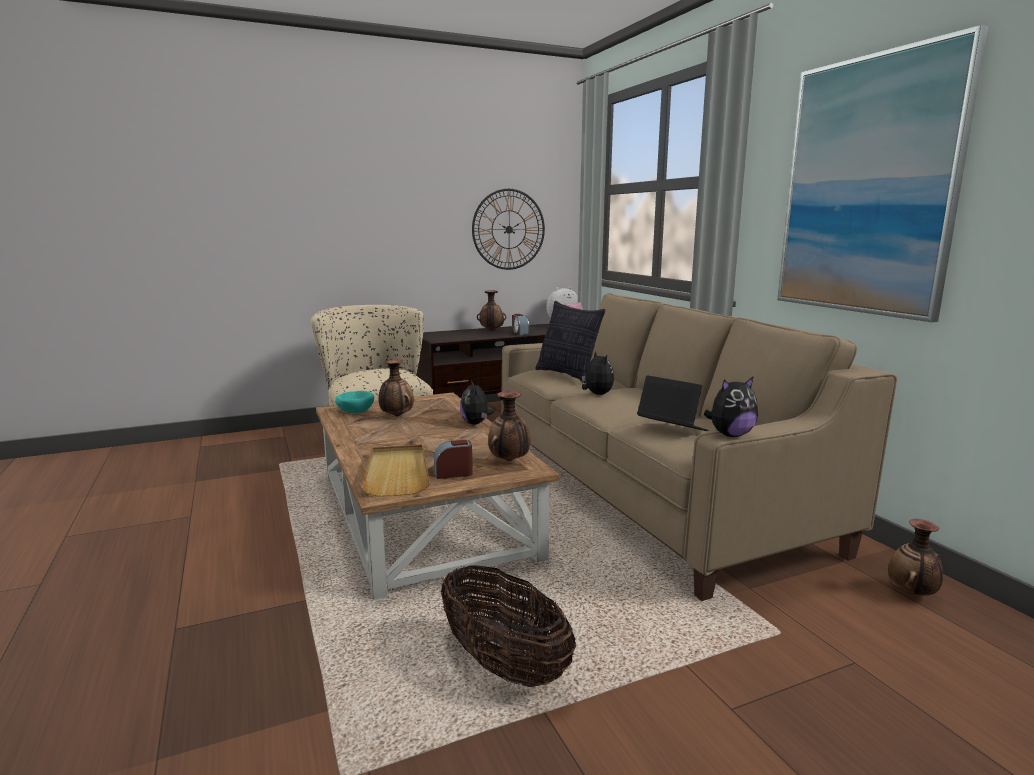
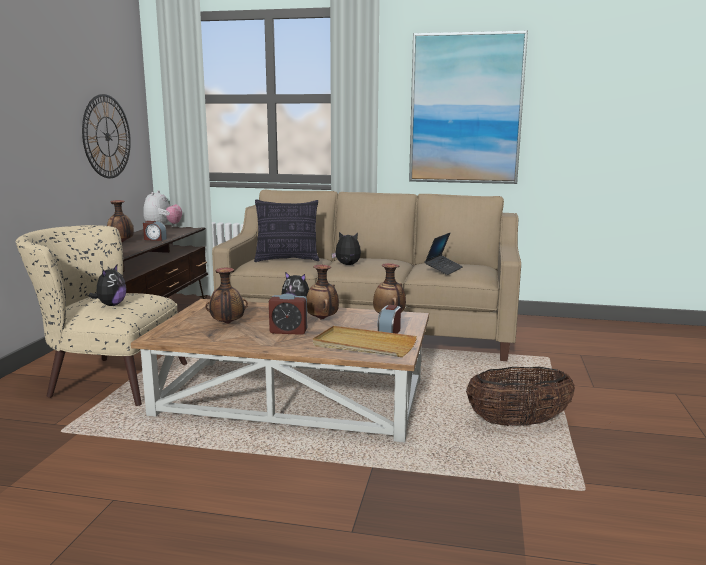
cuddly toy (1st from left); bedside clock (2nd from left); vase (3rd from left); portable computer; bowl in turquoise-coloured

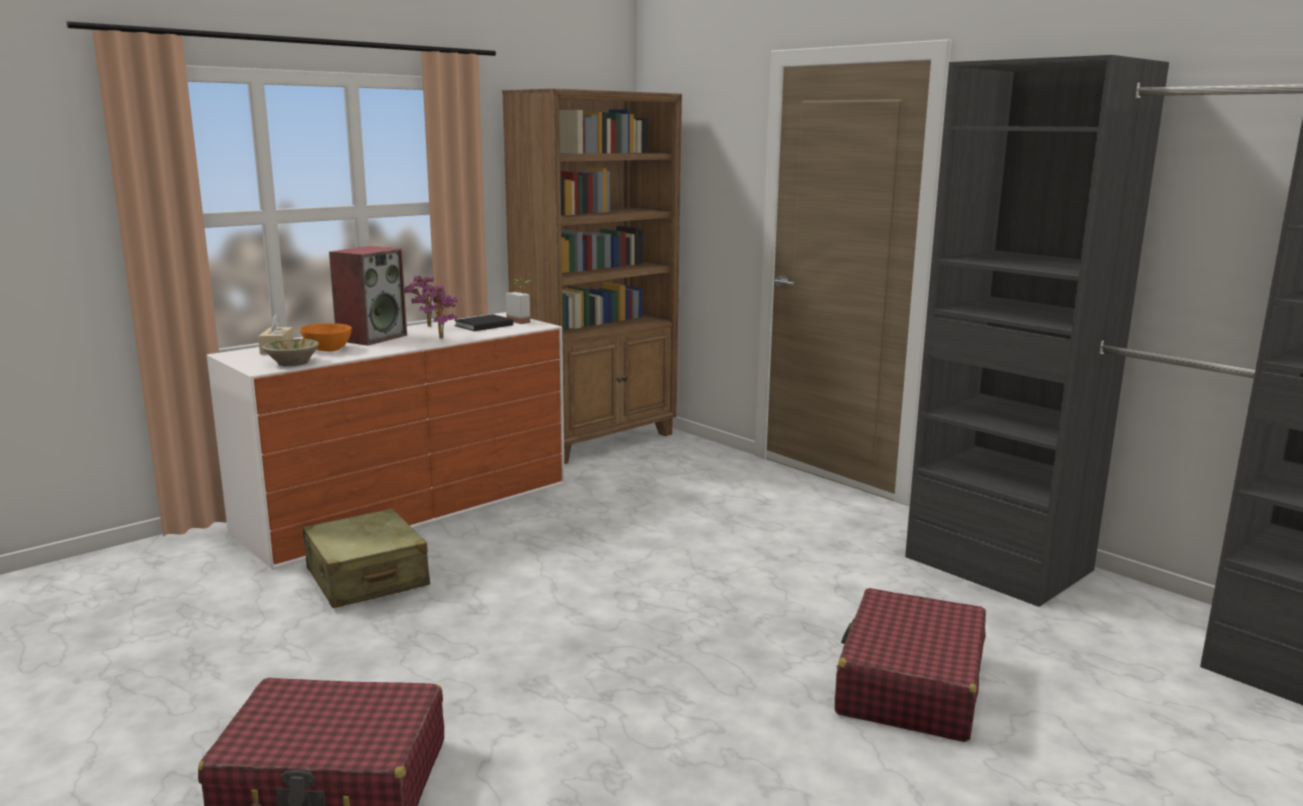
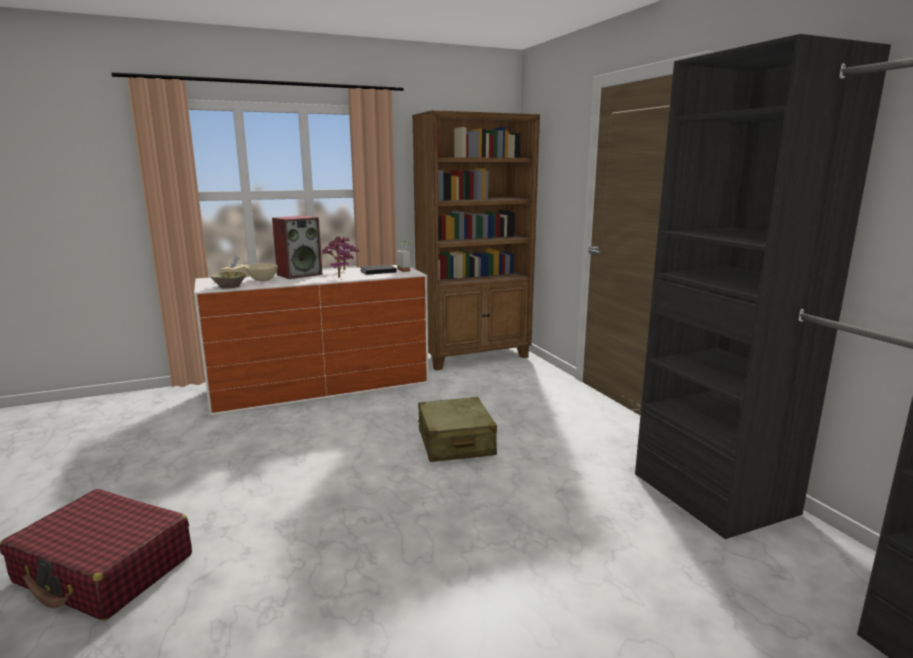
bowl in sand-coloured (2nd from left); piece of luggage in sand-coloured; piece of luggage in red-coloured (2nd from left in the first image)

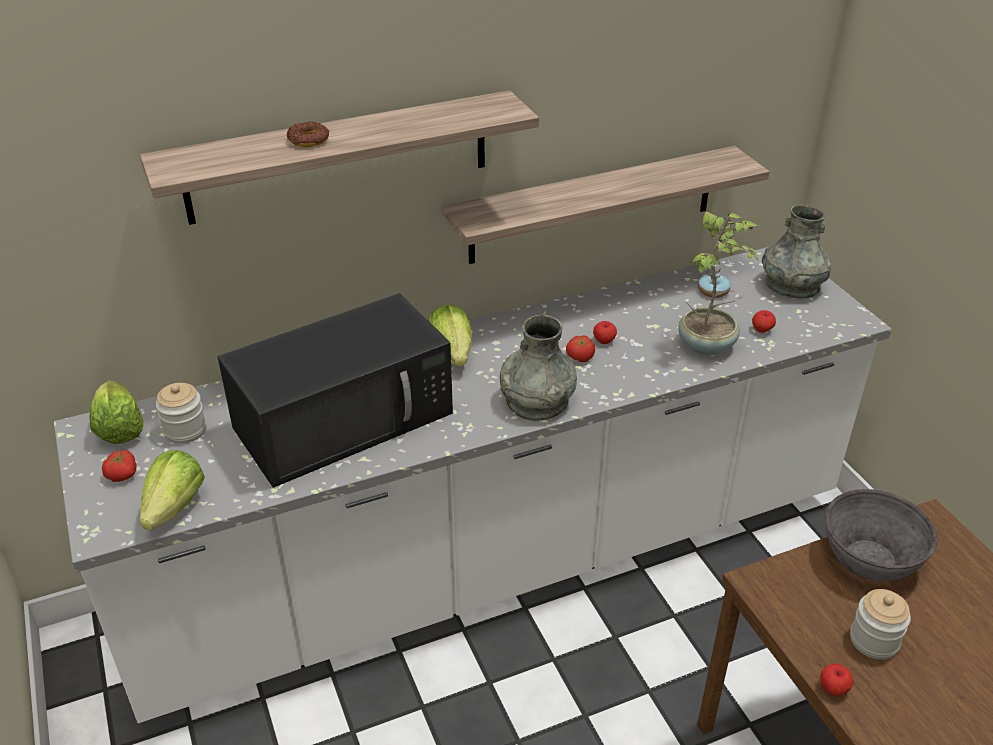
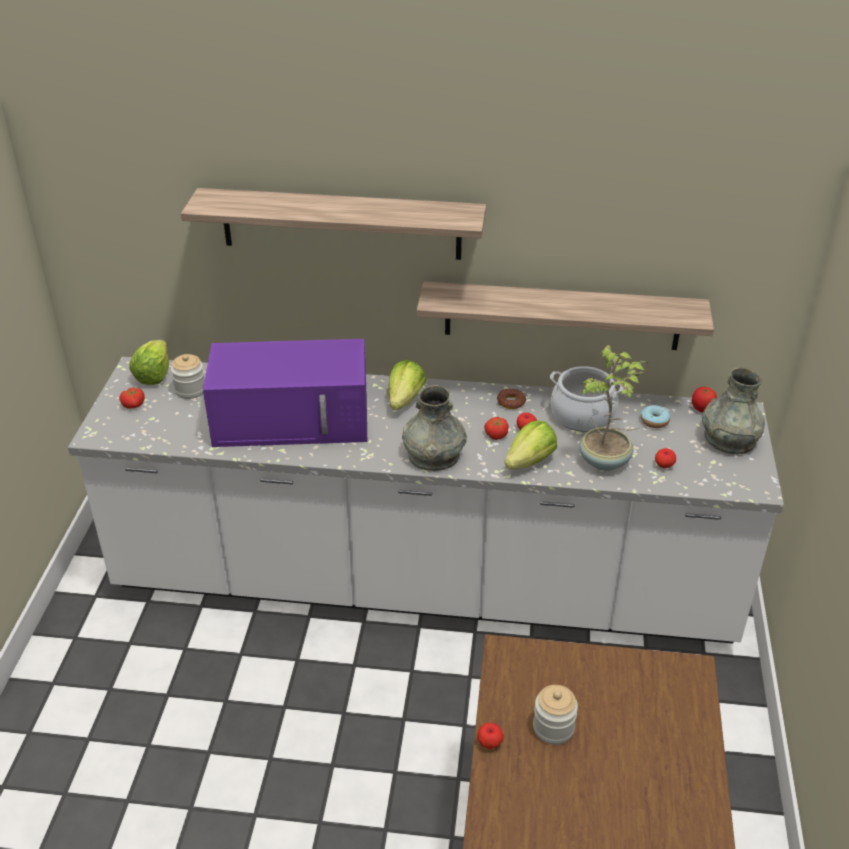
kitchen microwave in purple; ring doughnut (1st from left); lettuce (3rd from left); cooking pot; whole tomato (3rd from left); bowl in gray

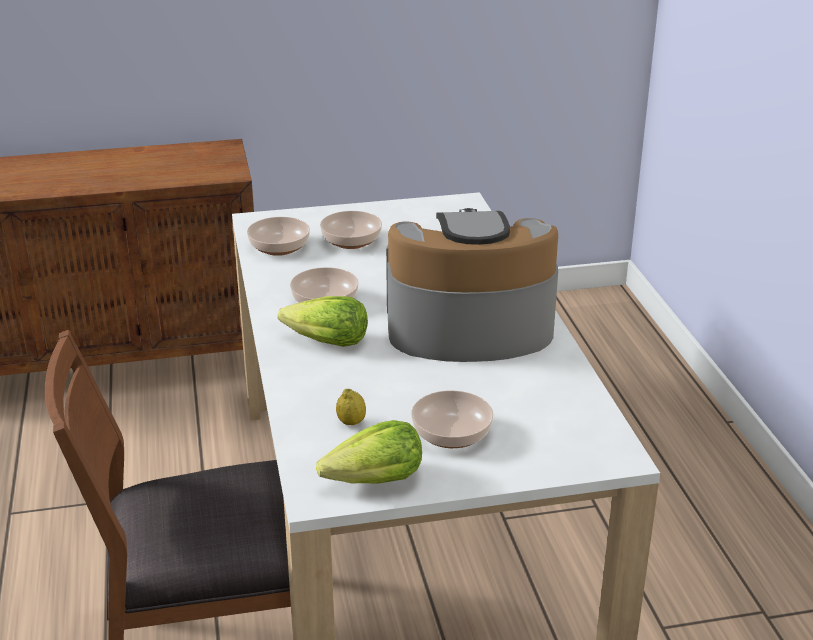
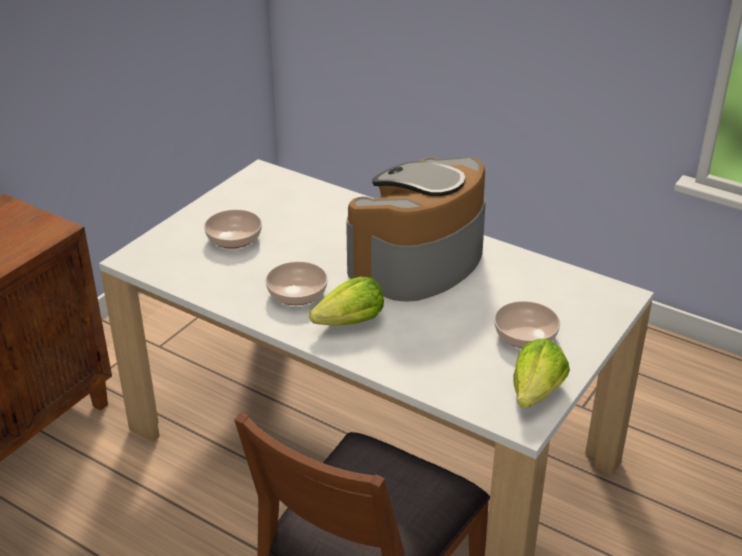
bowl (1st from left in the first image); whole lemon

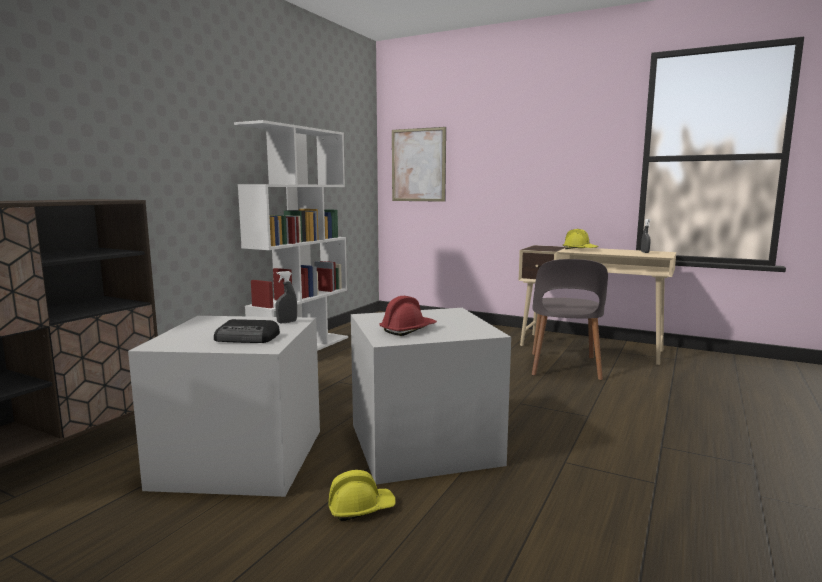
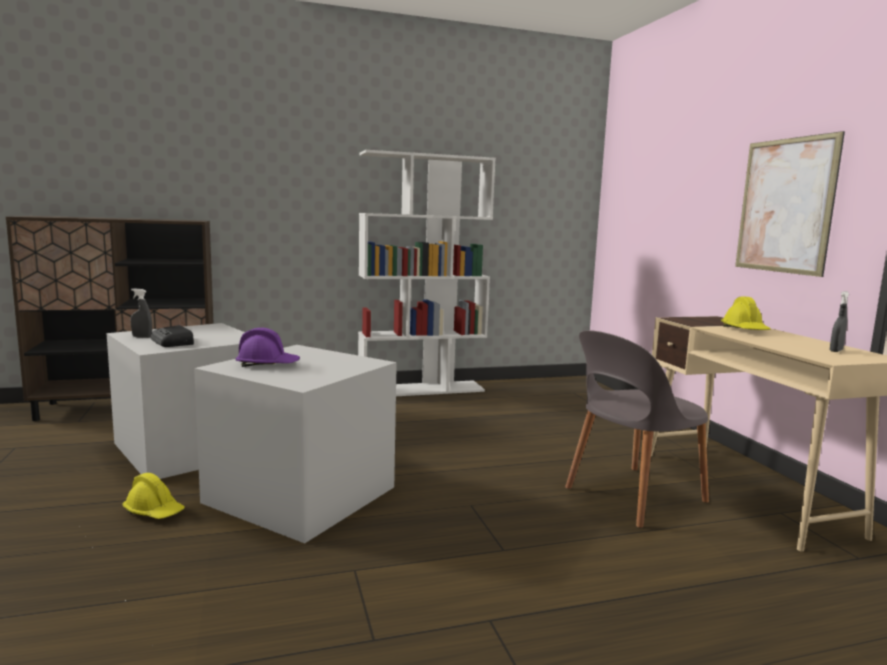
sprayer in gray (1st from left); safety helmet in purple; wall art

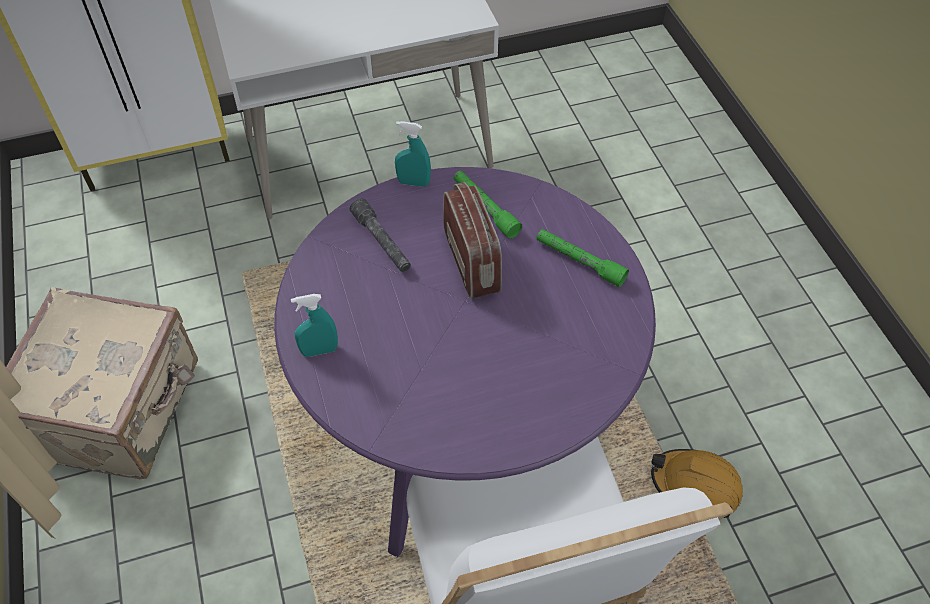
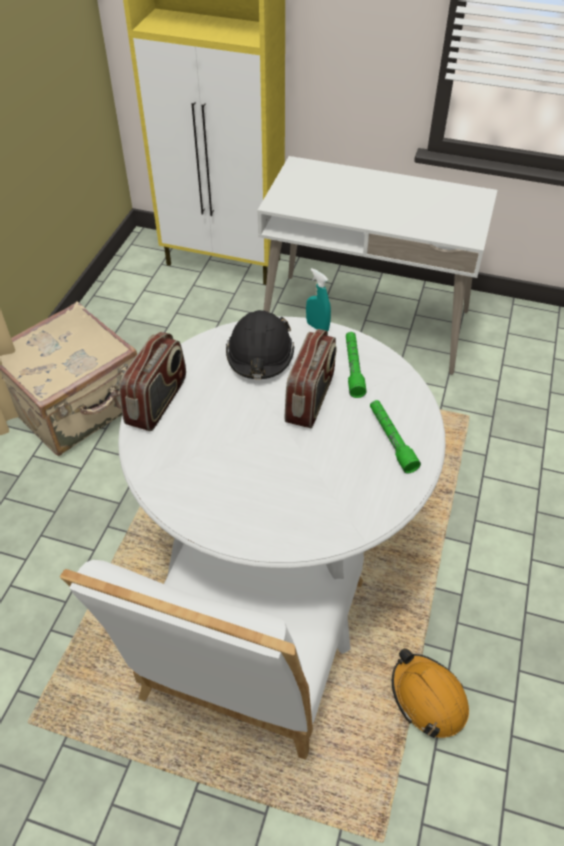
kitchen table in white; radio (1st from left); safety helmet in black

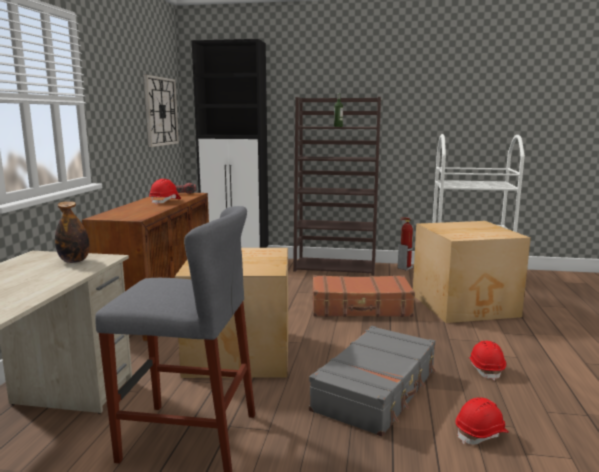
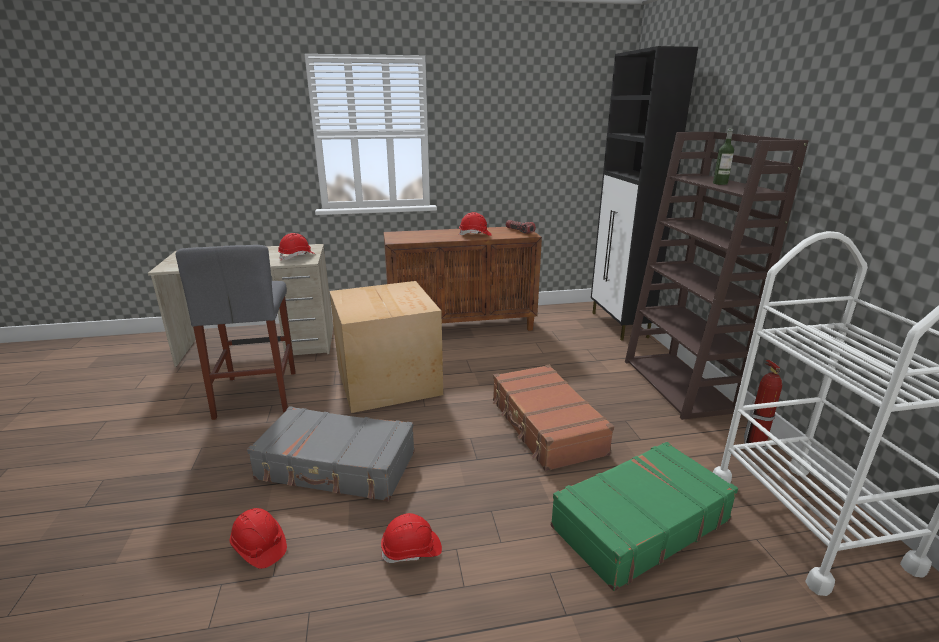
safety helmet in red-coloured (2nd from left); piece of luggage in green-coloured; hanging clock

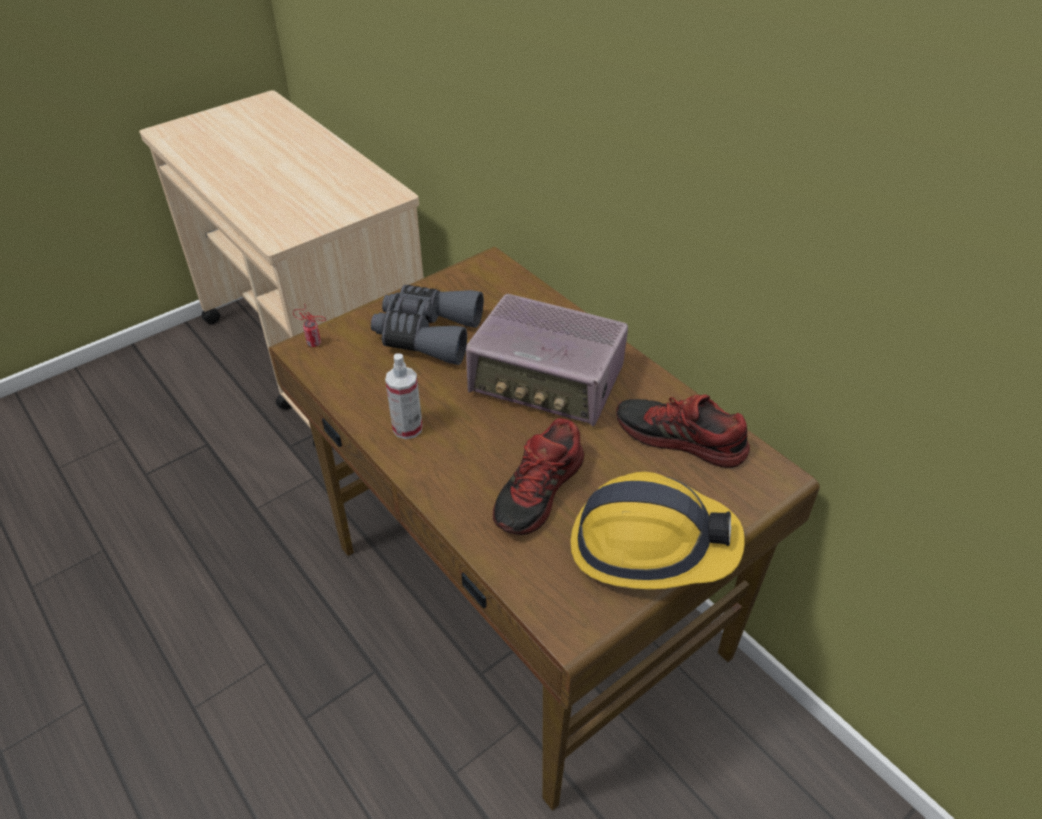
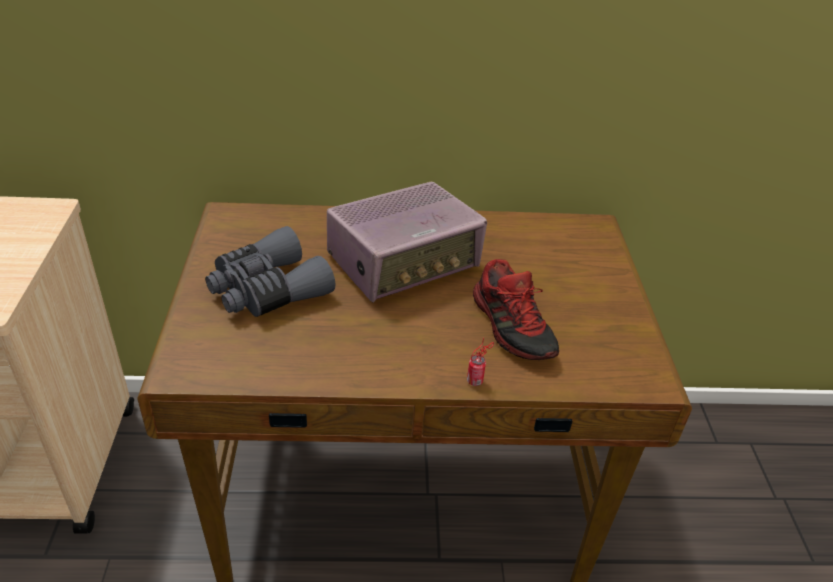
metal can; sprayer; safety helmet; item of footwear (2nd from left in the first image)

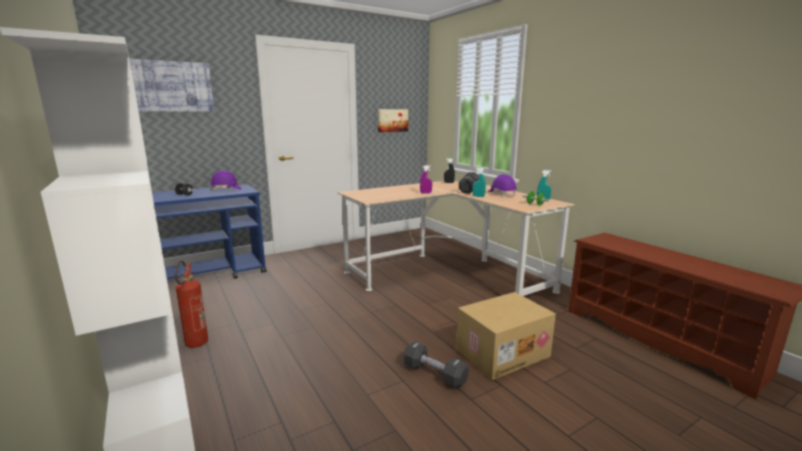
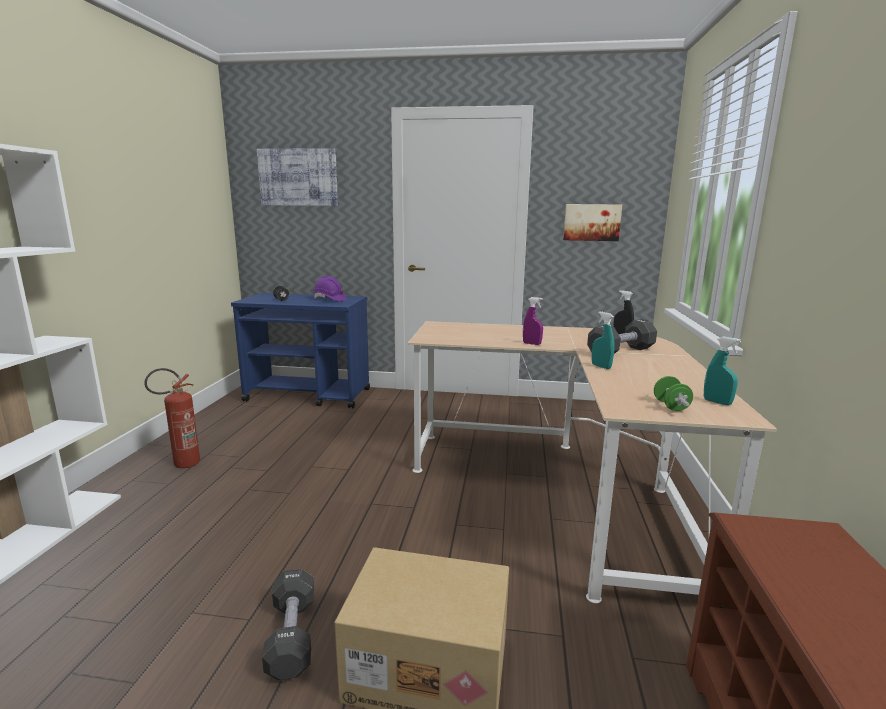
safety helmet in purple (2nd from left in the first image)

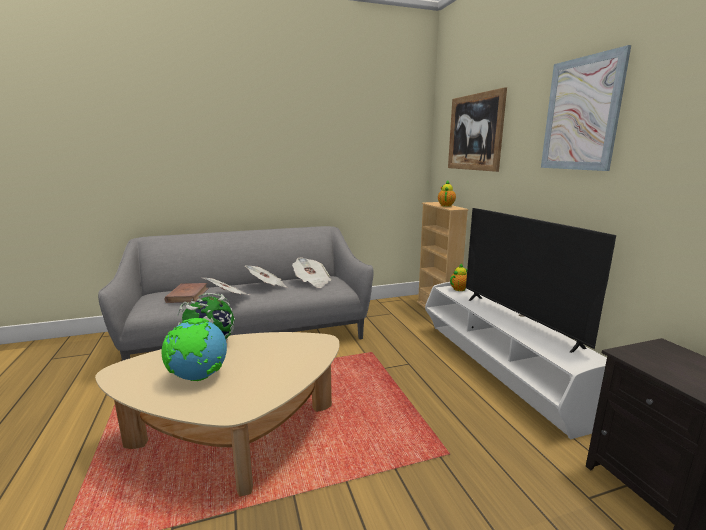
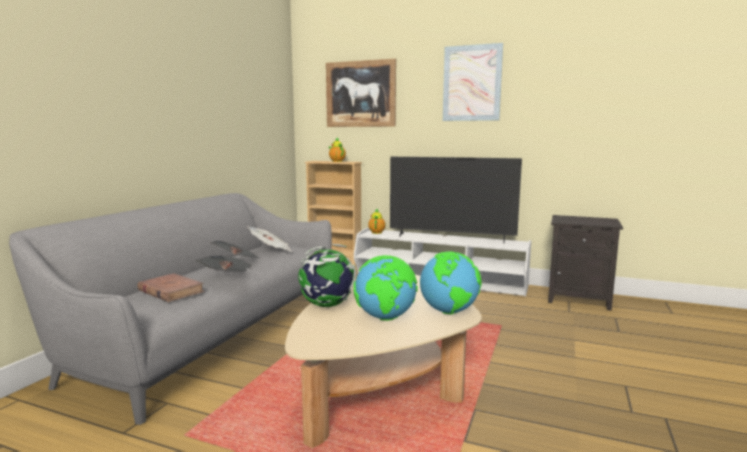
world globe (3rd from left)

